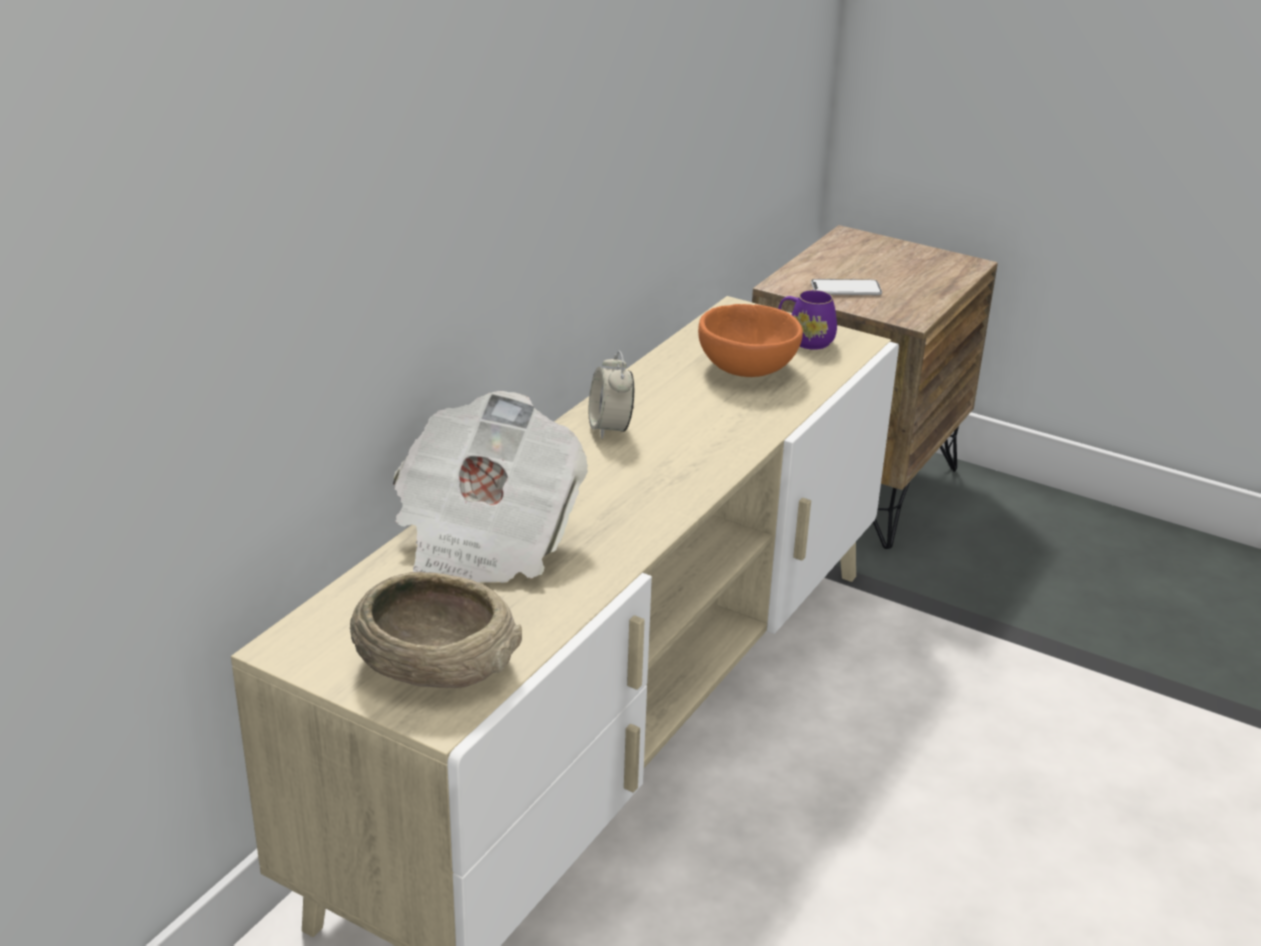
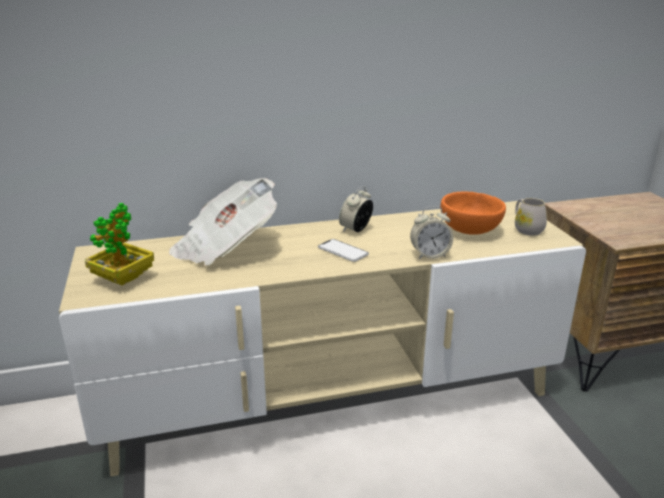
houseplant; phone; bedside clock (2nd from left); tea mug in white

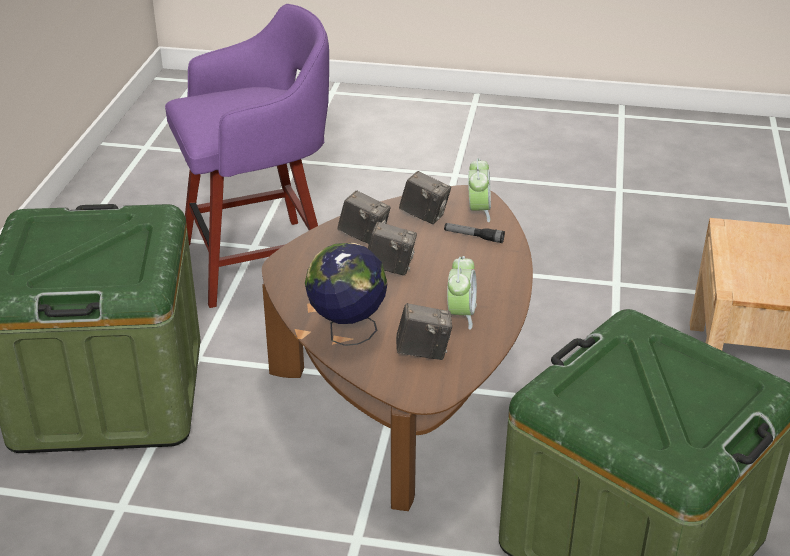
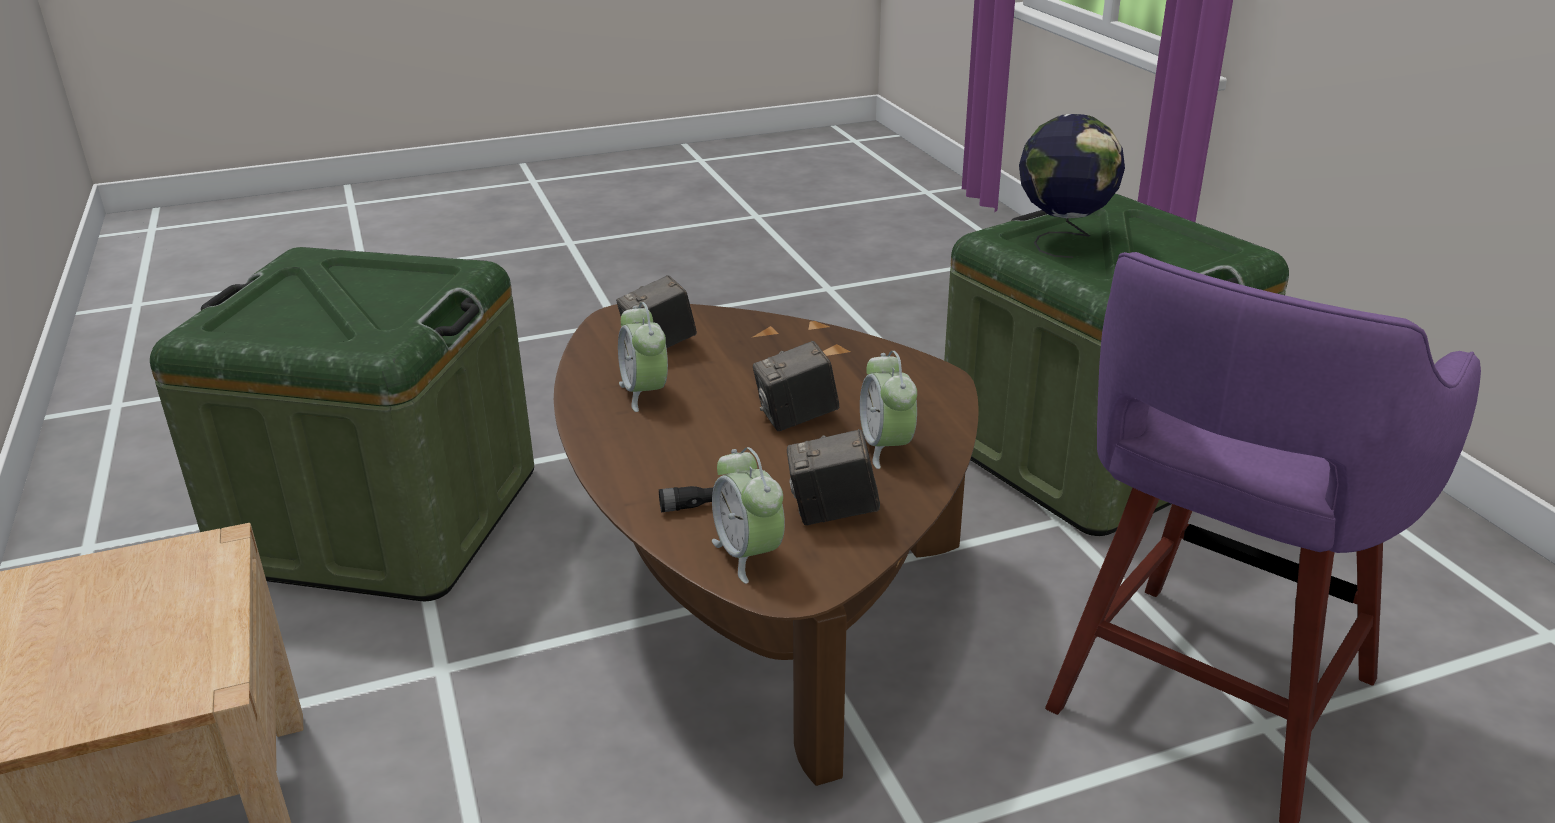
bedside clock (3rd from left); world globe

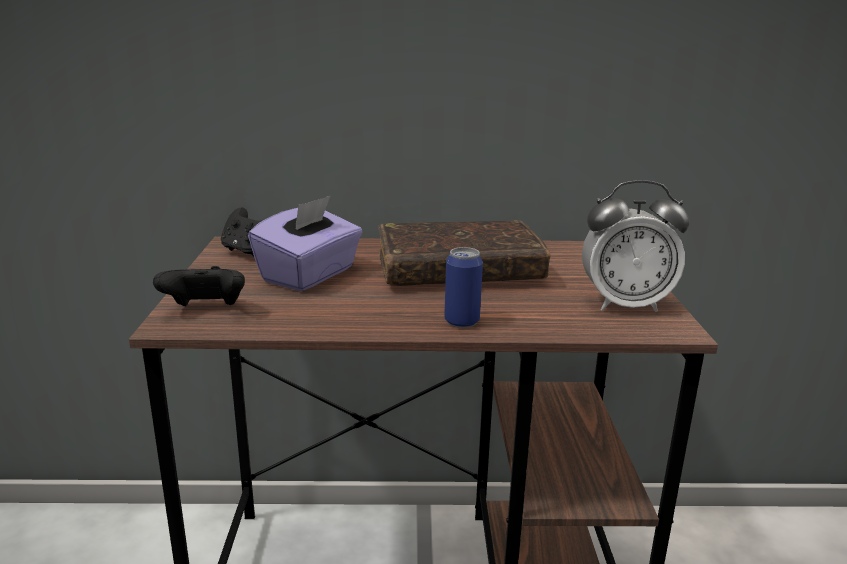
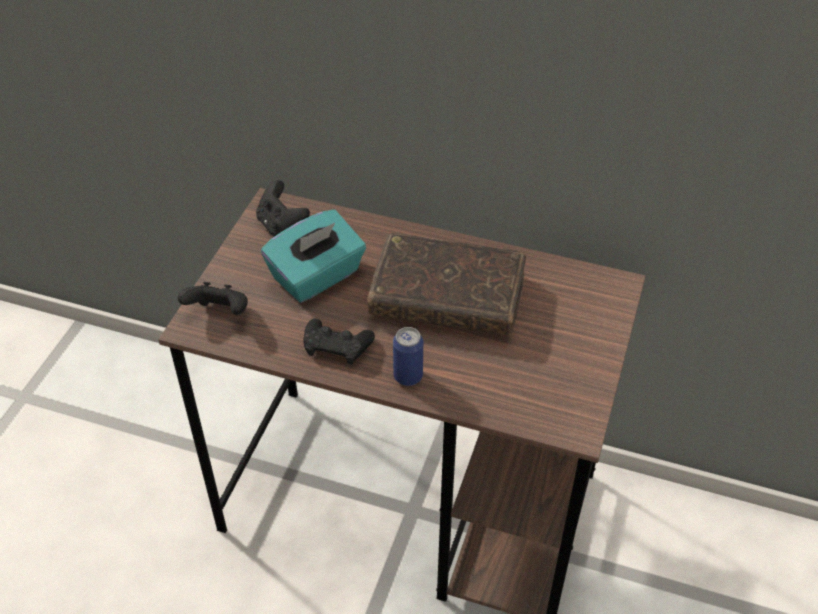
tissue box in turquoise-coloured; gamepad in black (3rd from left); bedside clock

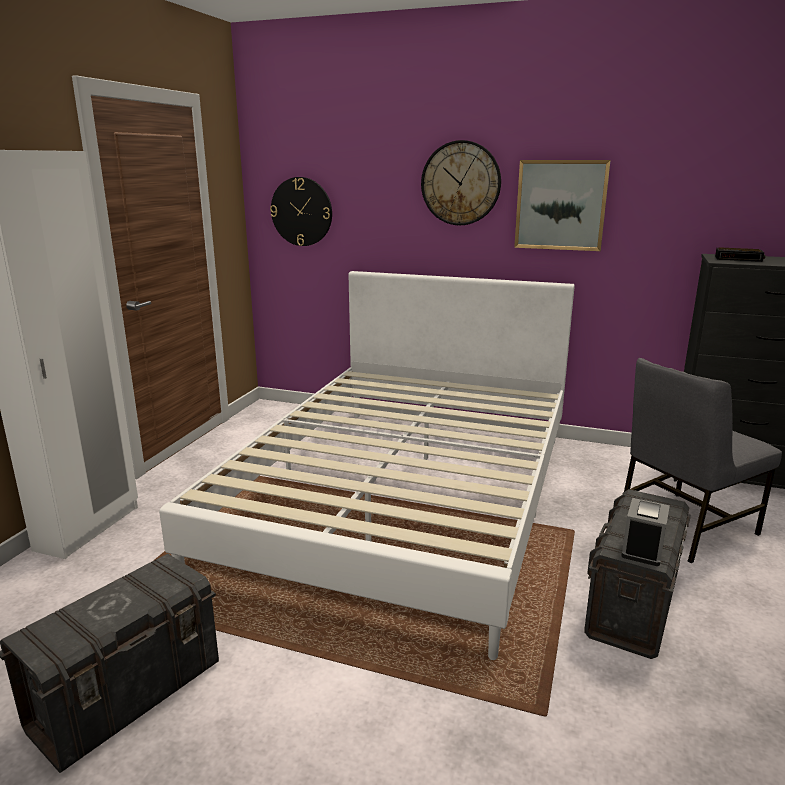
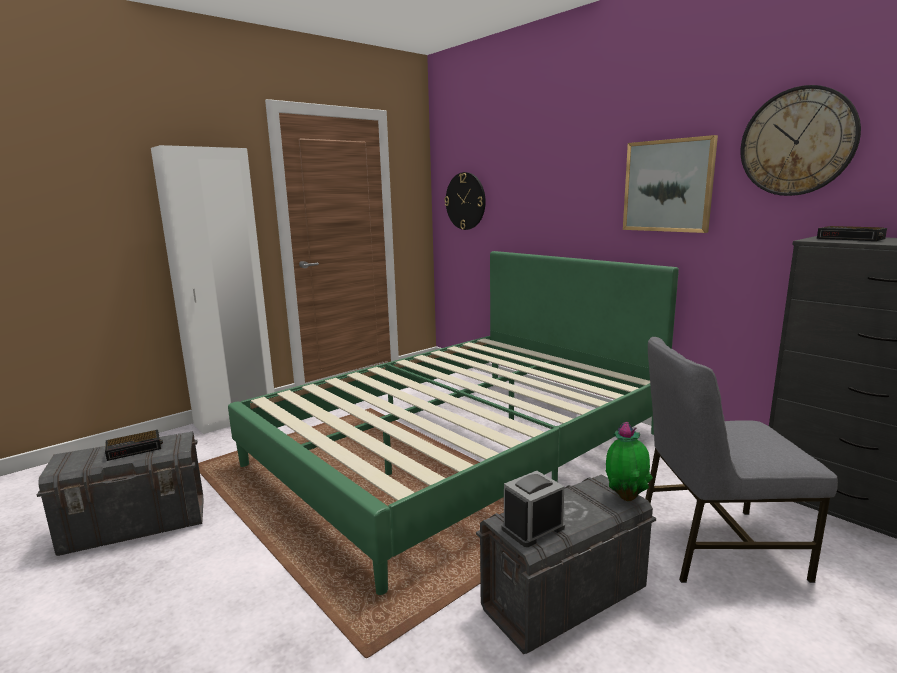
bedside clock (1st from left); bed in green-coloured; houseplant; hanging clock (2nd from left)

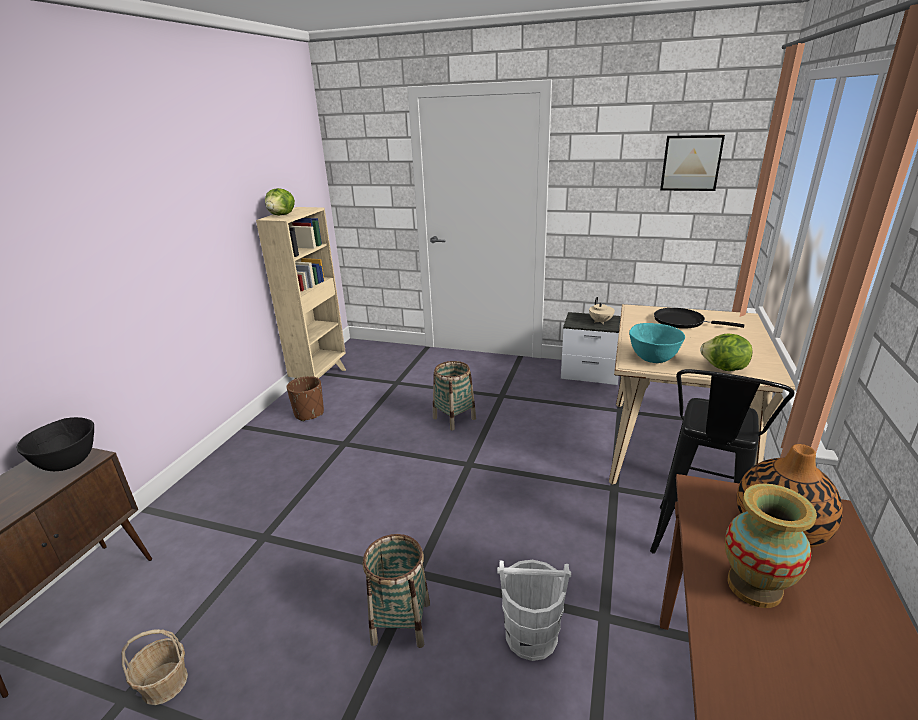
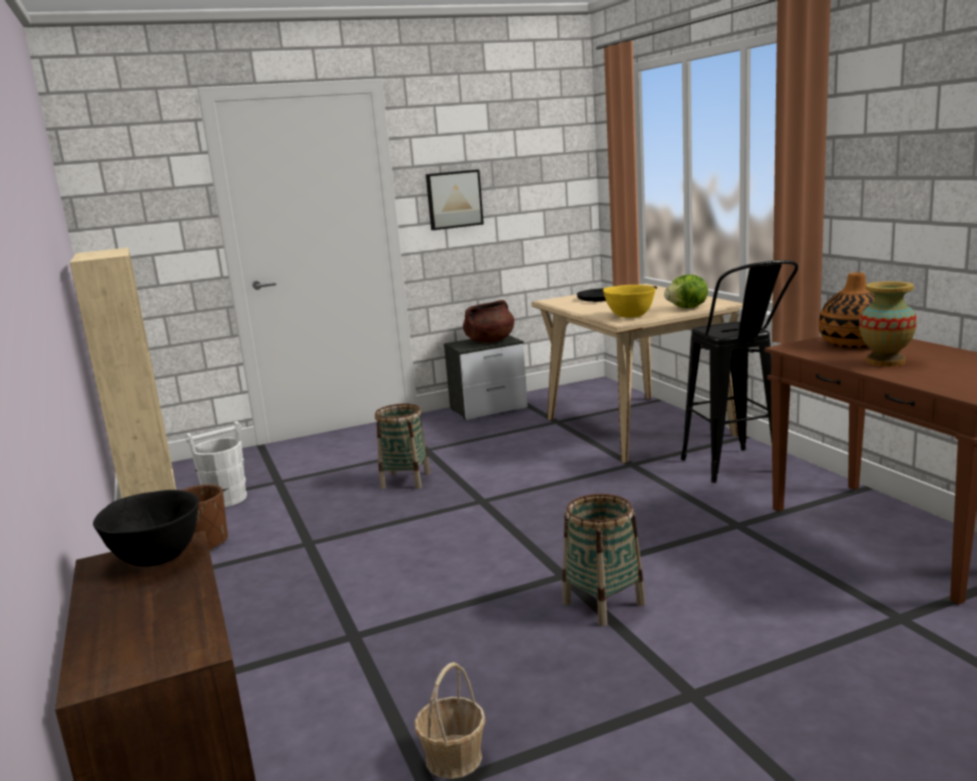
water bucket in white; wall art; cooking pot in brown; bowl in yellowish; lettuce (1st from left in the first image)

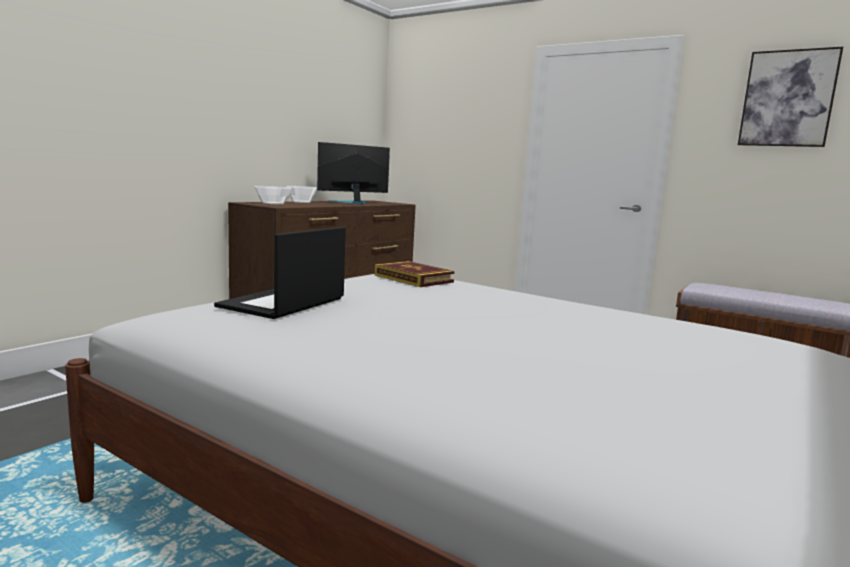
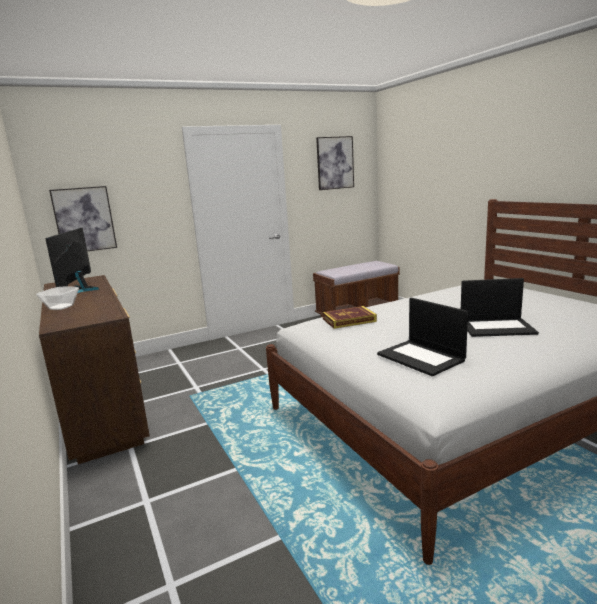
wall art (1st from left); portable computer (2nd from left); bowl (1st from left in the first image)

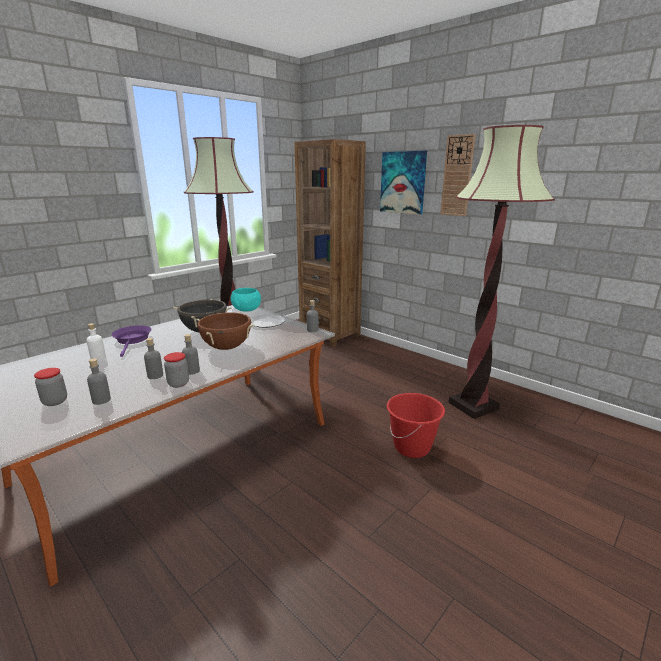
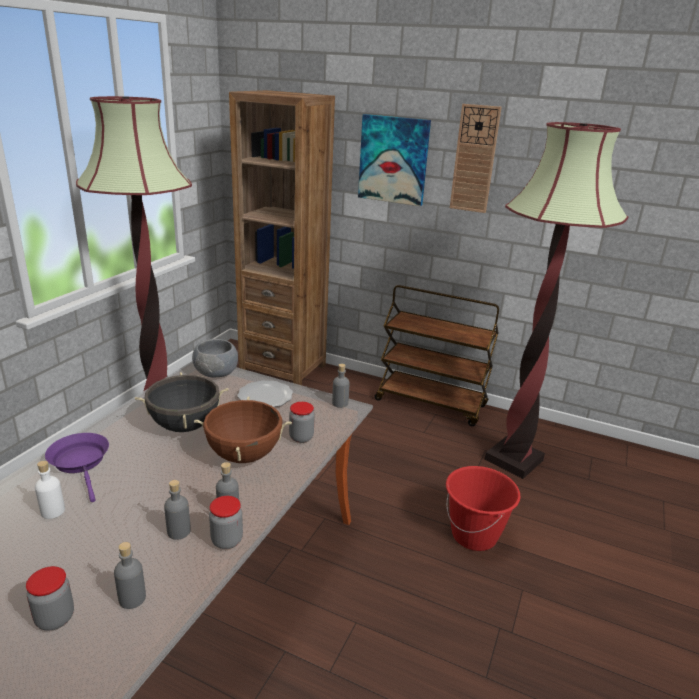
bowl in gray; storage jar (3rd from left); trolley in brown

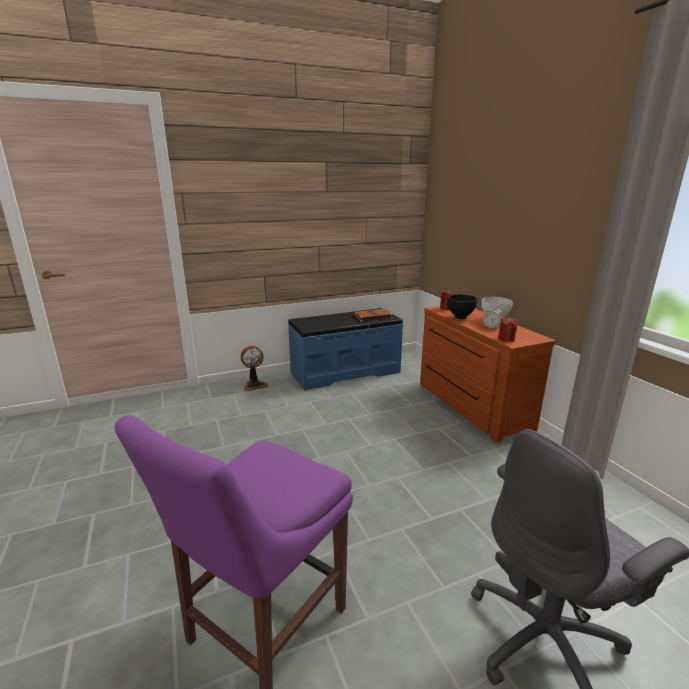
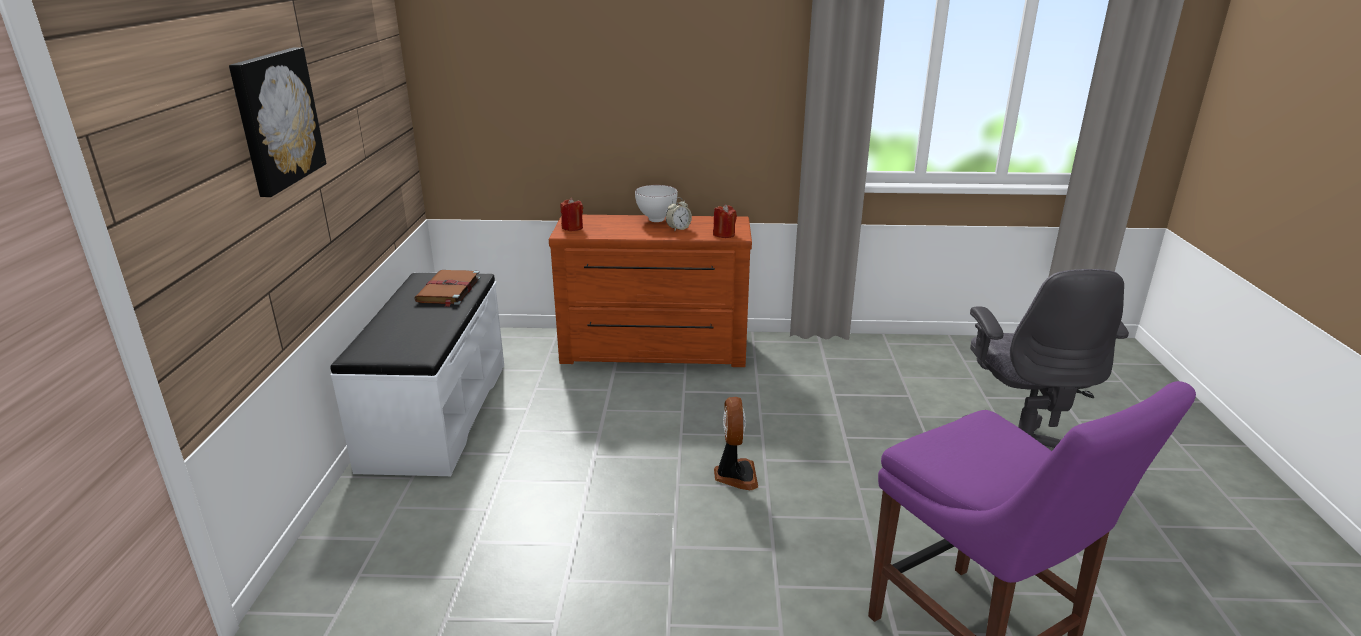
wall art; long seat in white; electric fan; bowl in black

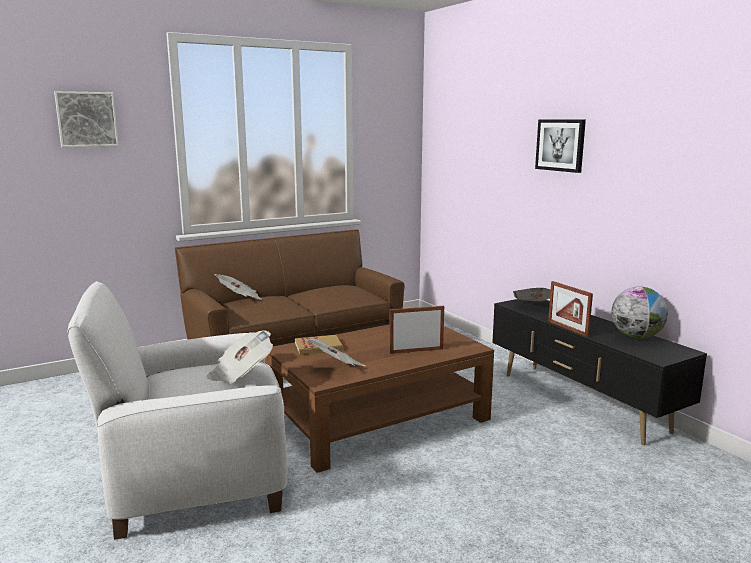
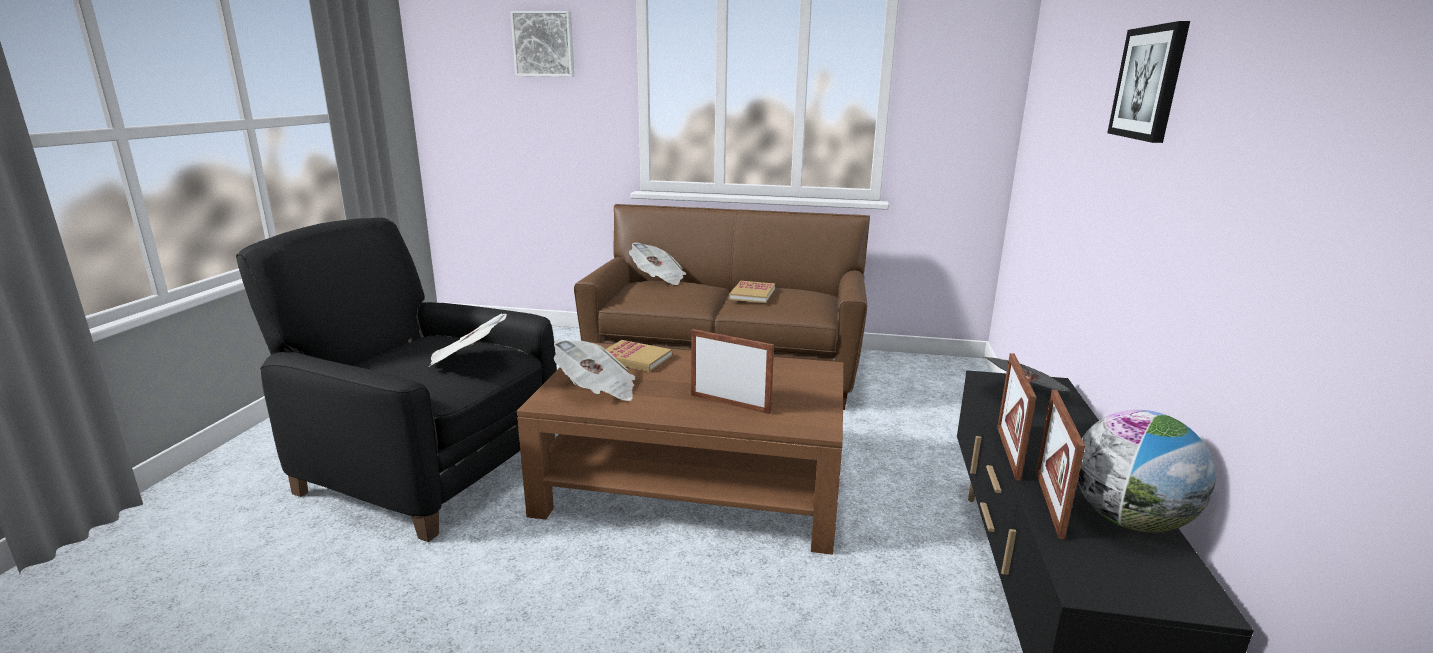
armchair in black; bound book (2nd from left); photo frame (3rd from left)

